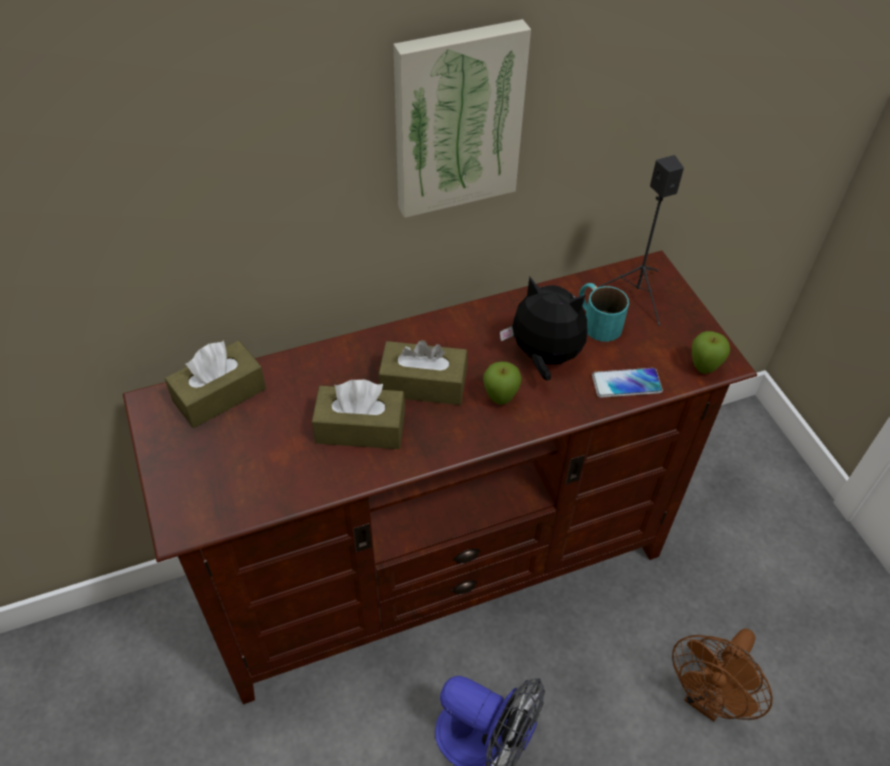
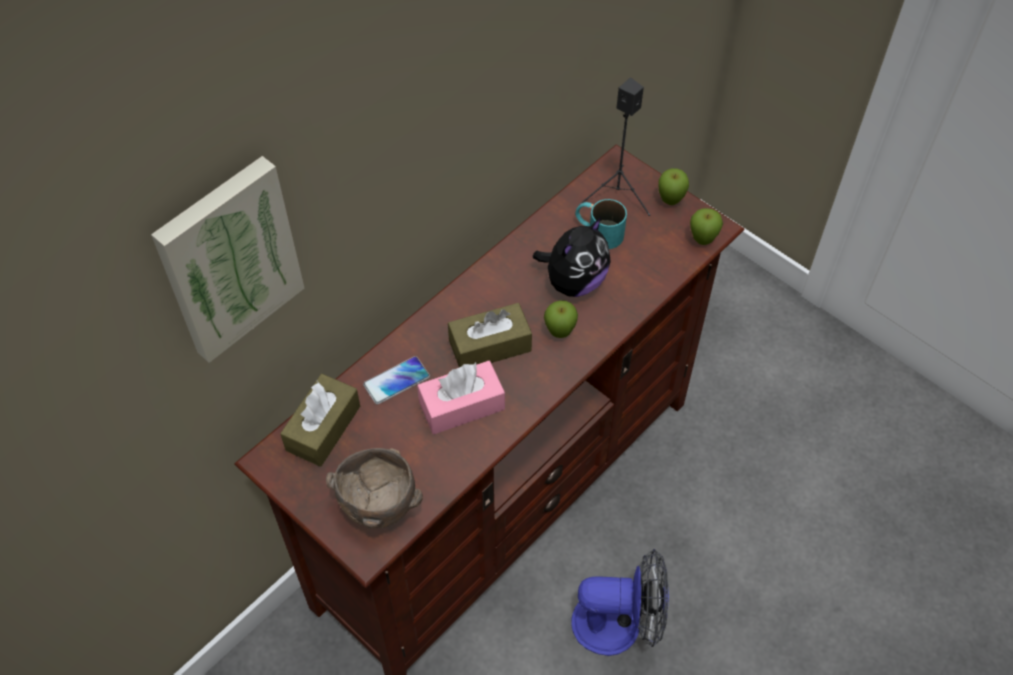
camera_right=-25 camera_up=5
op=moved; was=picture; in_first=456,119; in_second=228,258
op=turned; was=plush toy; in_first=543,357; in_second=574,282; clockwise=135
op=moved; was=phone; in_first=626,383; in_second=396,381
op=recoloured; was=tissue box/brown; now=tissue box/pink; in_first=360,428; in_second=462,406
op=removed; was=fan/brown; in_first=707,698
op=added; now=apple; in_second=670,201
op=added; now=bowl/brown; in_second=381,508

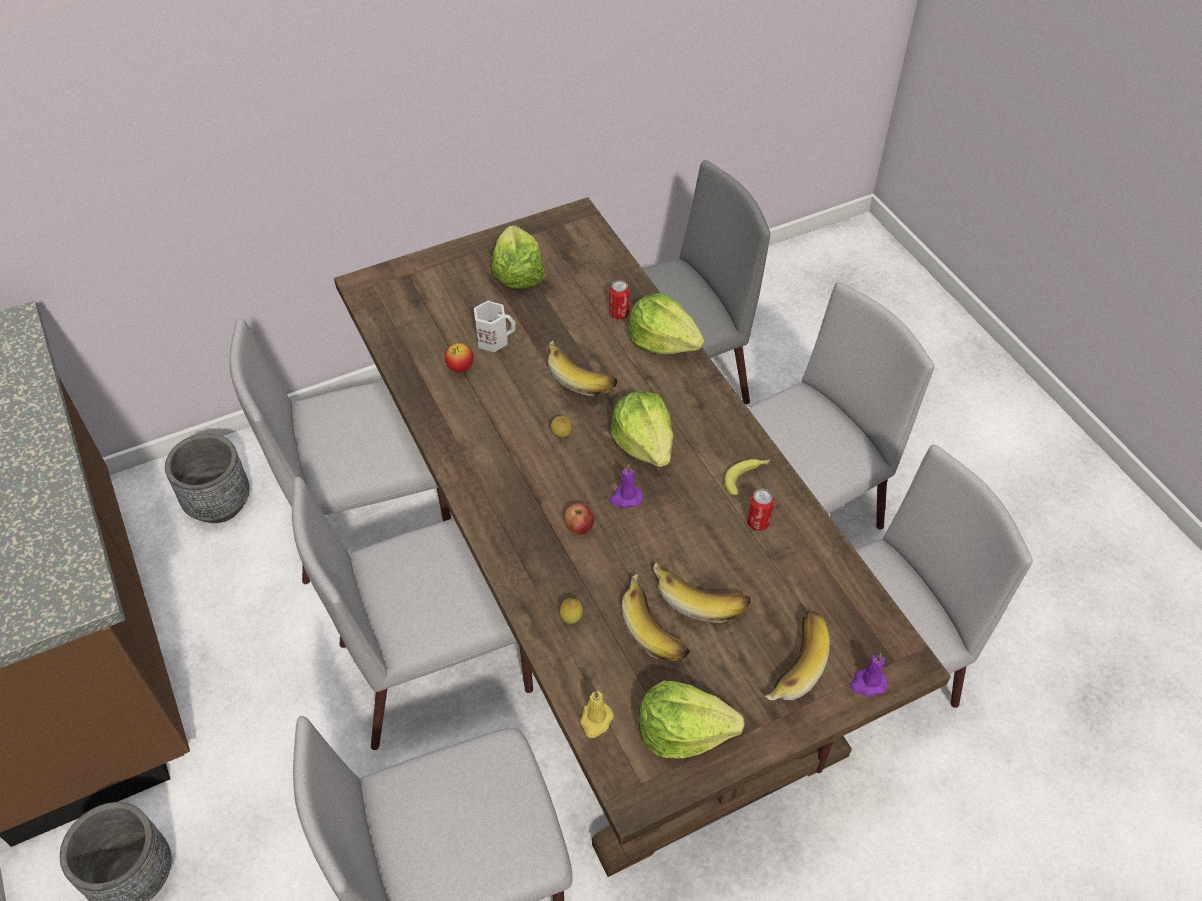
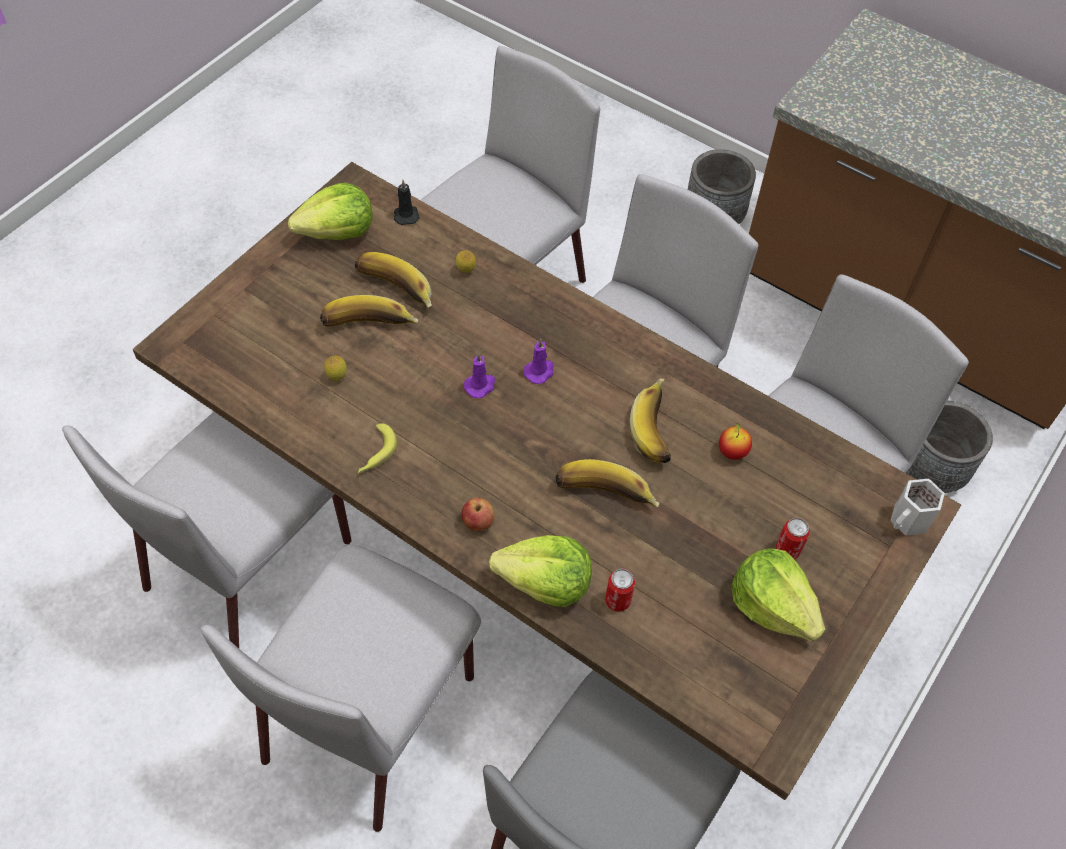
camera_right=150 camera_up=5
op=moved; was=mug/white; in_first=493,339; in_second=909,520
op=removed; was=lettuce; in_first=644,443
op=moved; was=lemon; in_first=561,436; in_second=337,377
op=moved; was=can; in_first=758,522; in_second=787,550
op=moved; was=apple; in_first=579,527; in_second=478,523
op=moved; was=banana; in_first=791,663; in_second=658,430
op=moved; was=candle/purple; in_first=867,683; in_second=540,371
op=recoloured; was=candle/yellow; now=candle/black; in_first=596,721; in_second=406,215

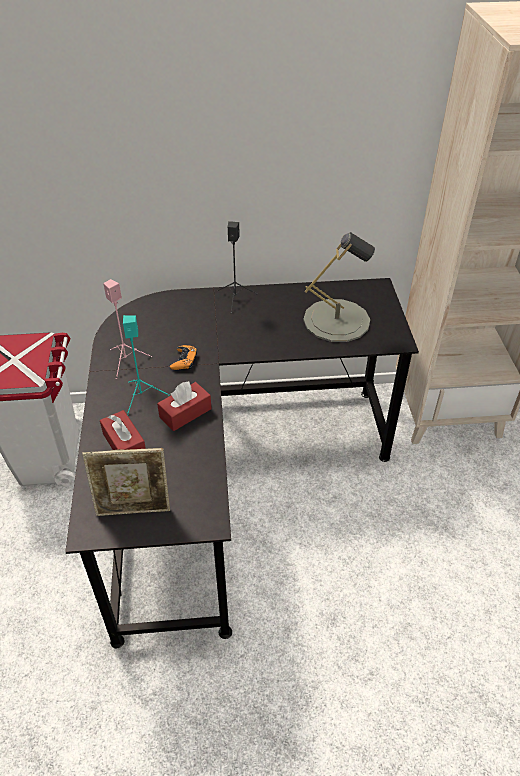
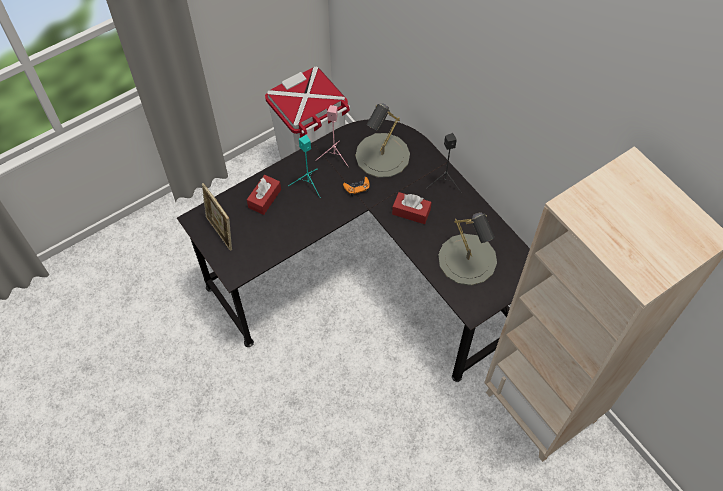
camera_right=60 camera_up=15
op=moved; was=tissue box/red; in_first=185,413; in_second=411,212
op=added; now=table lamp/grey; in_second=382,155

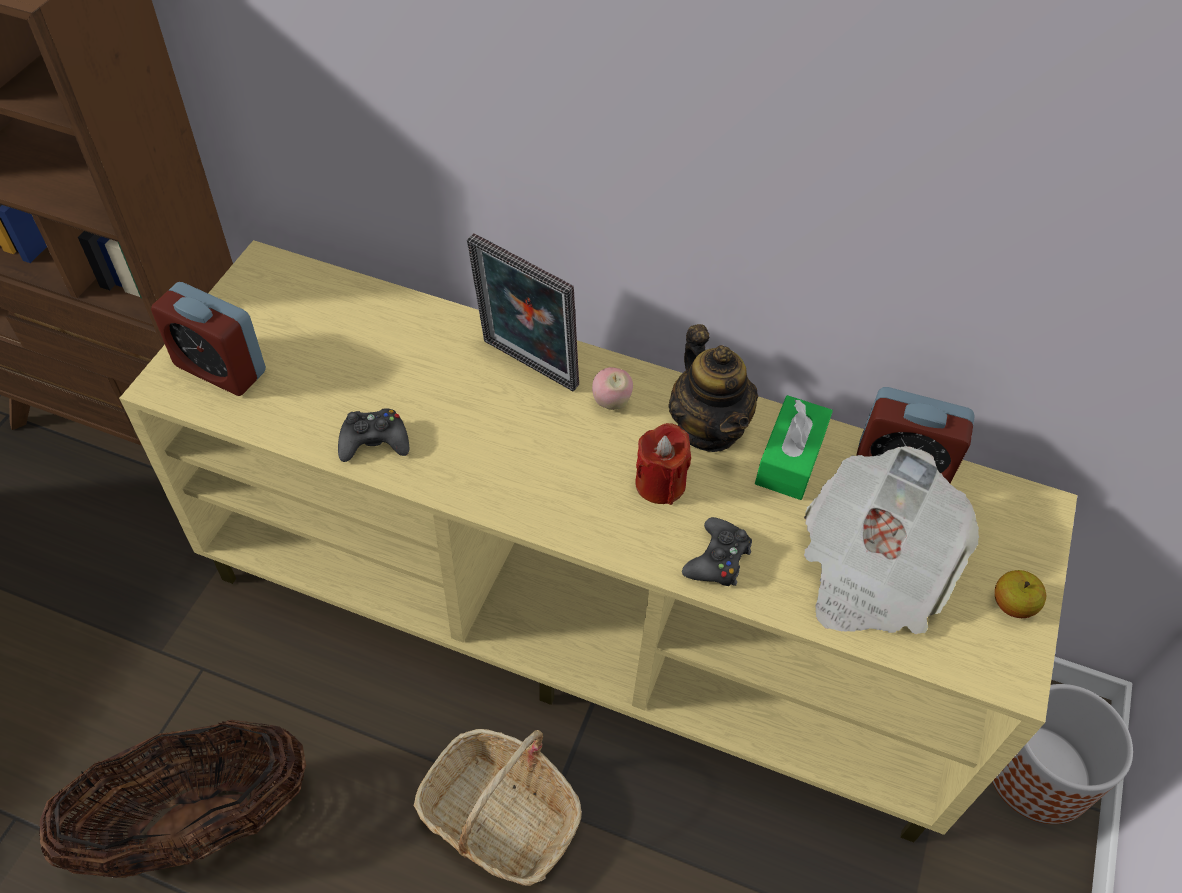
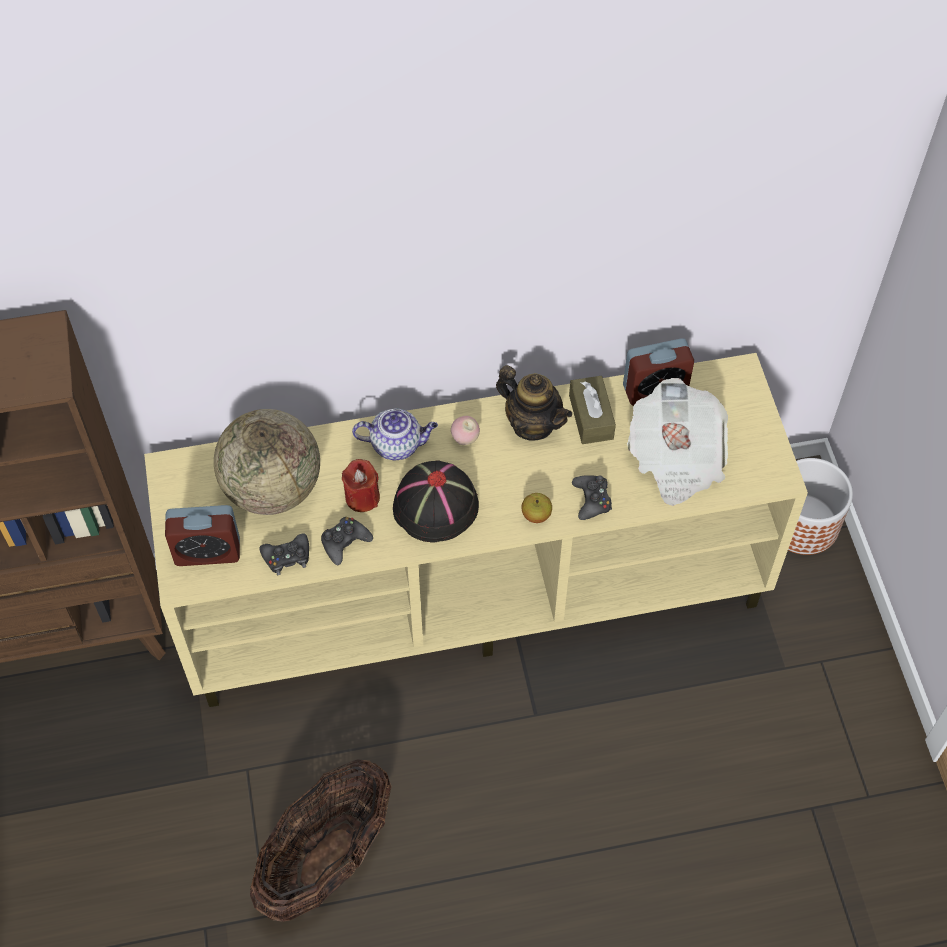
camera_right=-30 camera_up=5
op=replaced; was=picture frame; now=teapot; in_first=526,367; in_second=397,444
op=recoloured; was=tissue box/green; now=tissue box/brown; in_first=790,458; in_second=591,417
op=moved; was=candle/red; in_first=660,483; in_second=362,497
op=moved; was=apple; in_first=1012,605; in_second=536,515
op=removed; was=basket; in_first=500,816
op=added; now=globe; in_second=272,489
op=added; now=hat/black; in_second=435,506
op=added; now=game controller/black; in_second=287,557

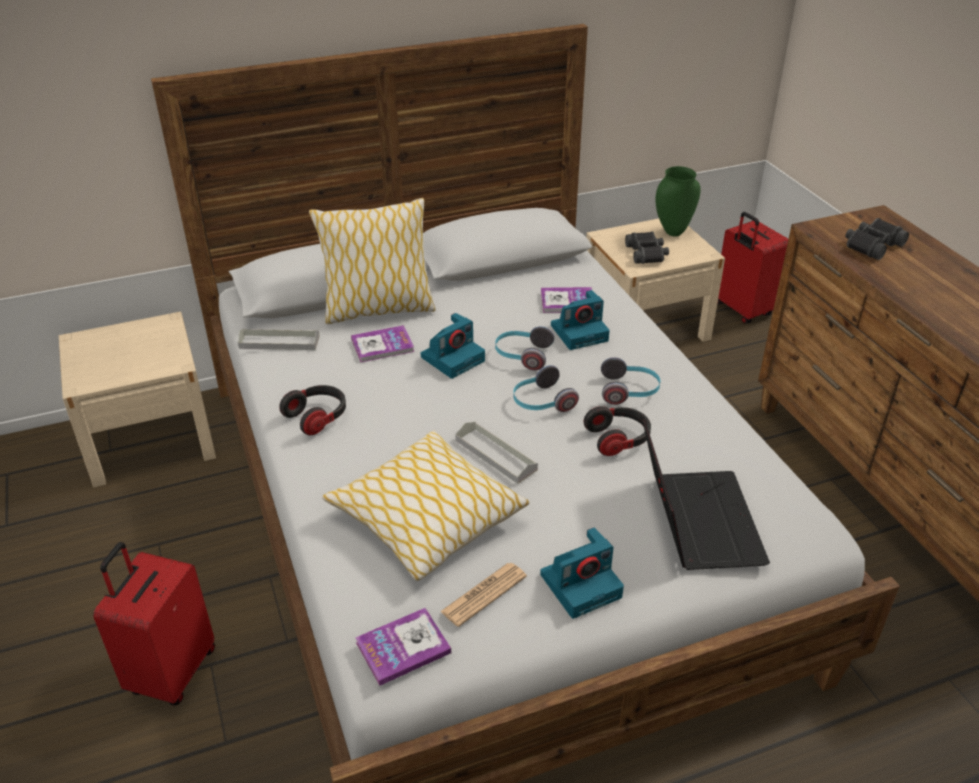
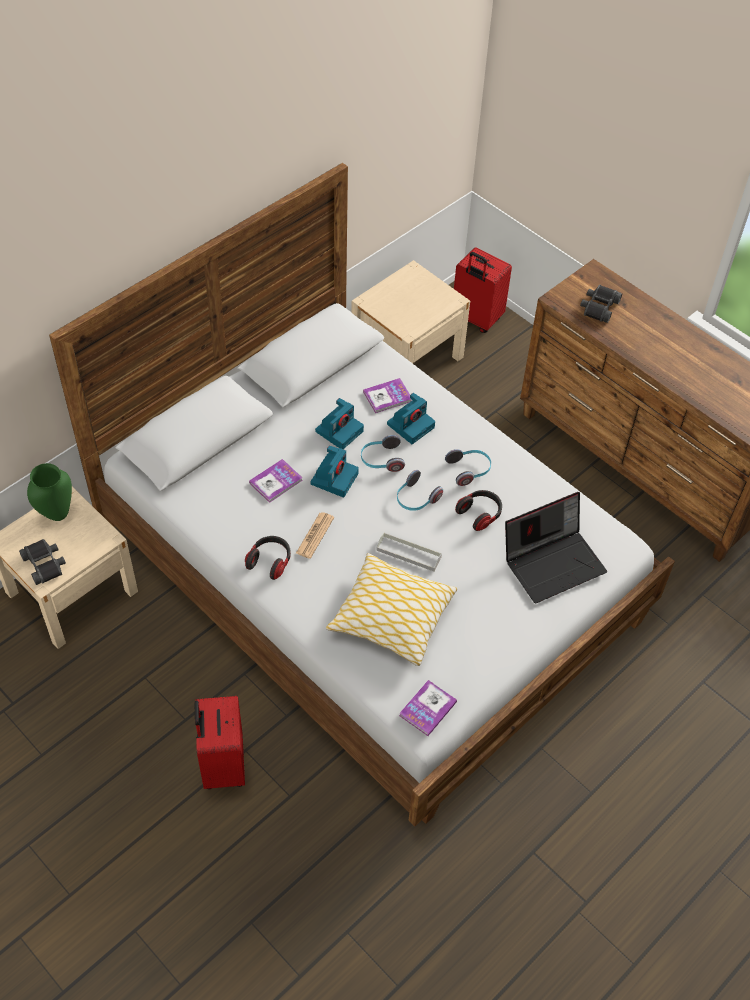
camera_right=-25 camera_up=15
op=moved; was=vase/green; in_first=672,232; in_second=56,513
op=removed; was=pillow; in_first=378,309
op=moved; was=binoculars/black; in_first=647,253; in_second=45,564
op=removed; was=tray/grey; in_first=279,342
op=turned; was=laptop; in_first=696,520; in_second=553,562; clockwise=90
op=moved; was=photo camera; in_first=582,584; in_second=339,430
op=moved; was=newspaper; in_first=484,594; in_second=315,535

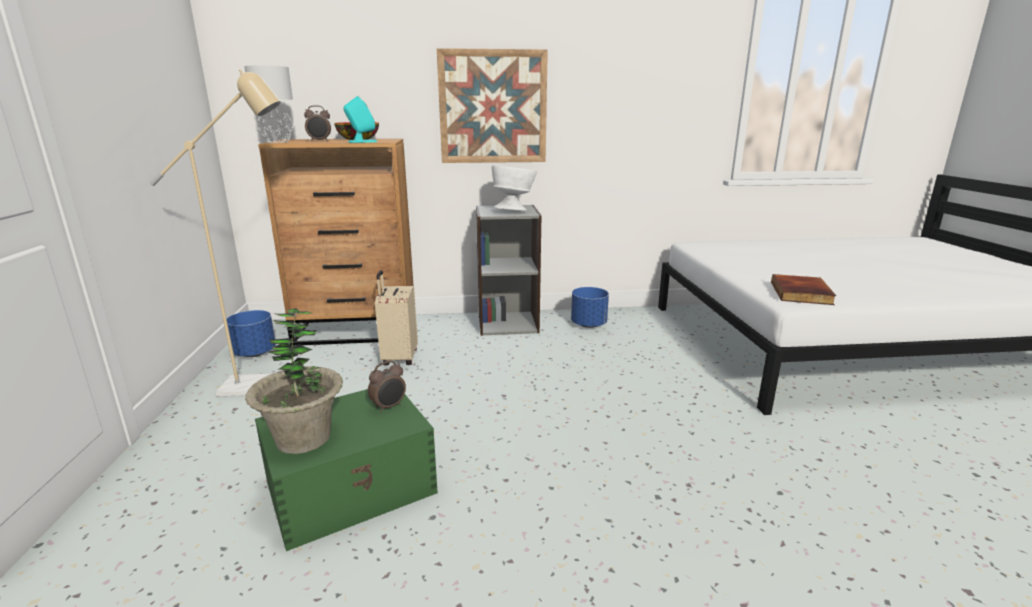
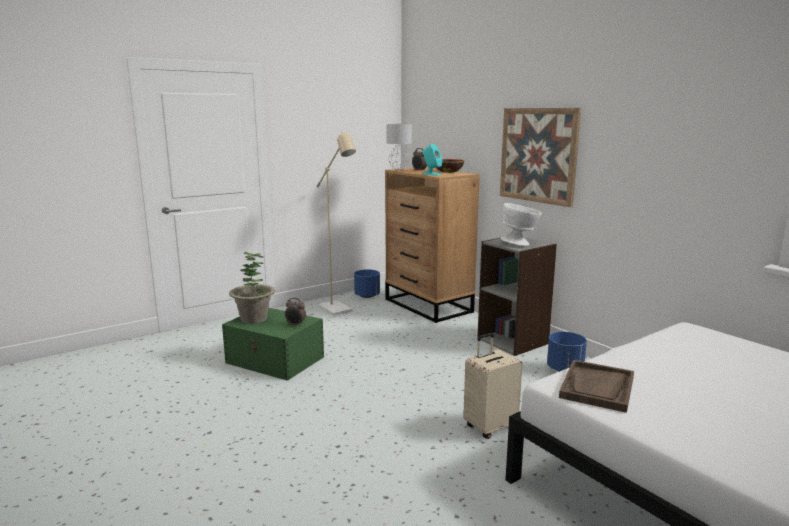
camera_right=60 camera_up=-5
op=moved; was=suitcase/beige; in_first=399,358; in_second=490,427
op=replaced; was=book; now=tray/brown; in_first=802,293; in_second=597,387

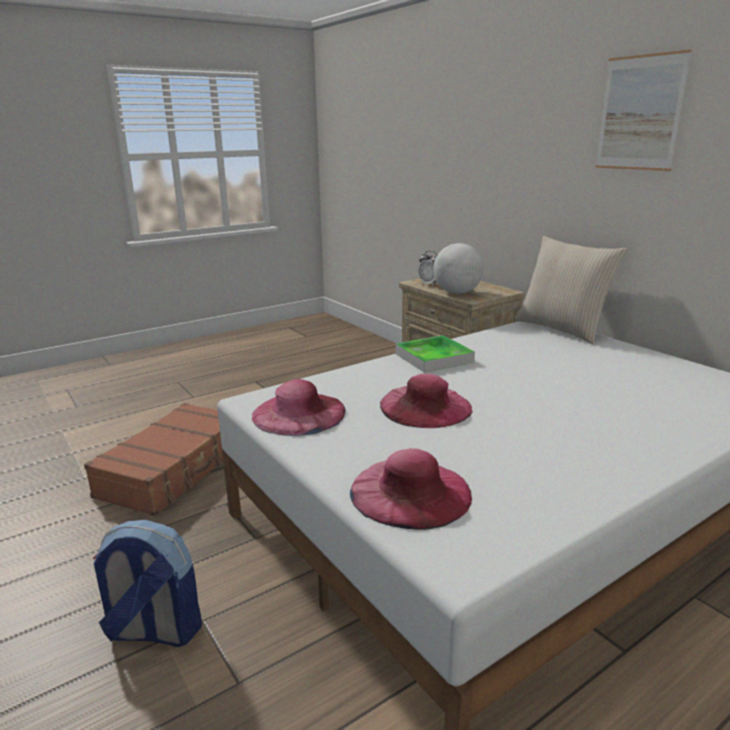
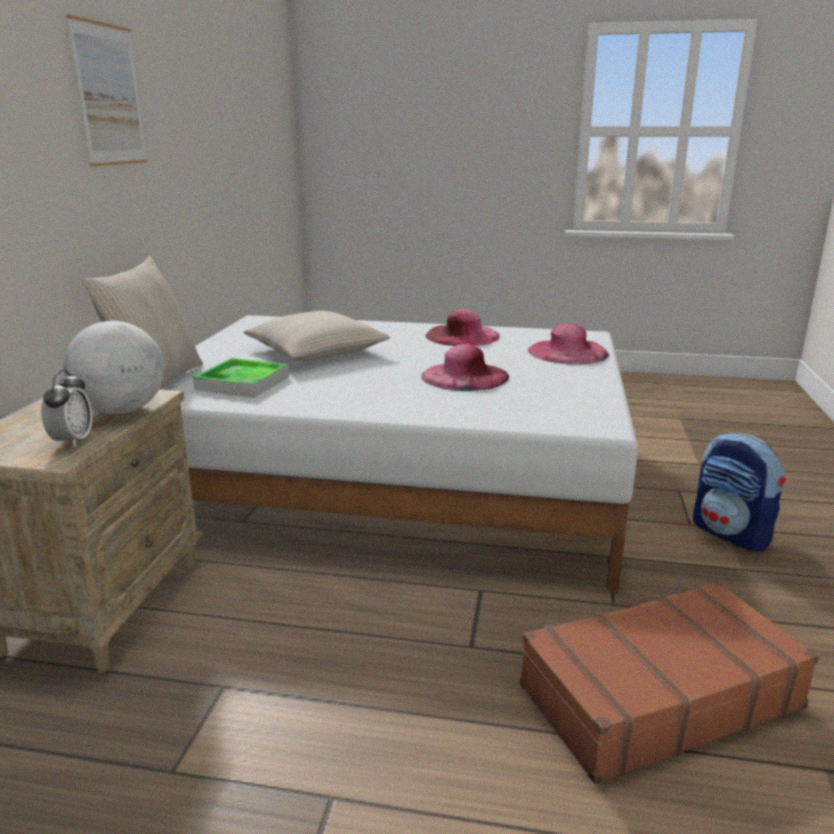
camera_right=-135 camera_up=0
op=moved; was=tray; in_first=434,358; in_second=242,383
op=moved; was=hat/pink; in_first=299,413; in_second=462,336
op=added; now=pillow/beige; in_second=316,351

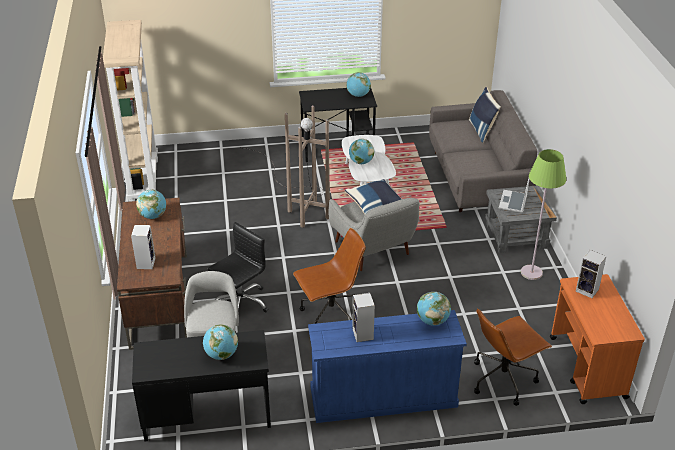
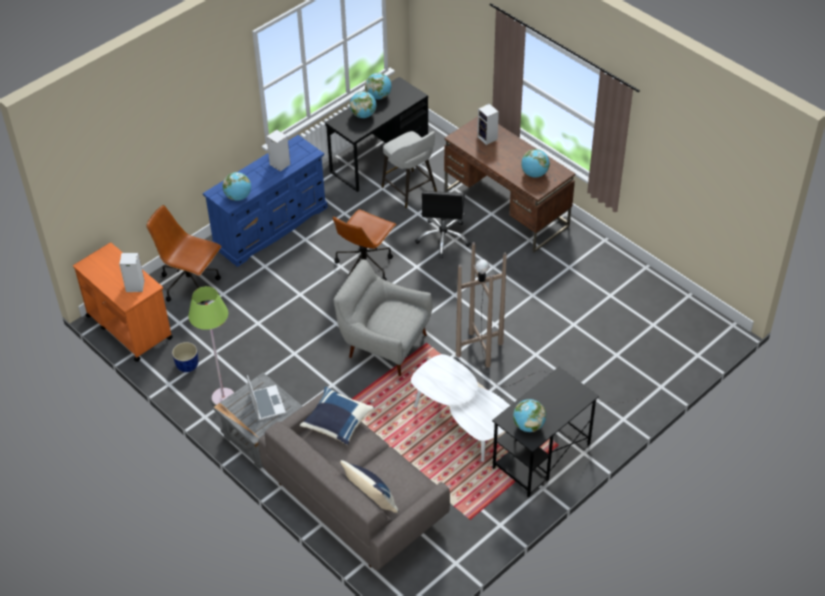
camera_right=145 camera_up=10
op=removed; was=bookcase/beige; in_first=143,181
op=moved; was=globe; in_first=361,162; in_second=378,96
op=moved; was=pillow/blue; in_first=375,205; in_second=337,423
op=turned; was=office chair/brown; in_first=503,379; in_second=191,284; clockwise=-90
op=added; now=planter/blue; in_second=187,365

